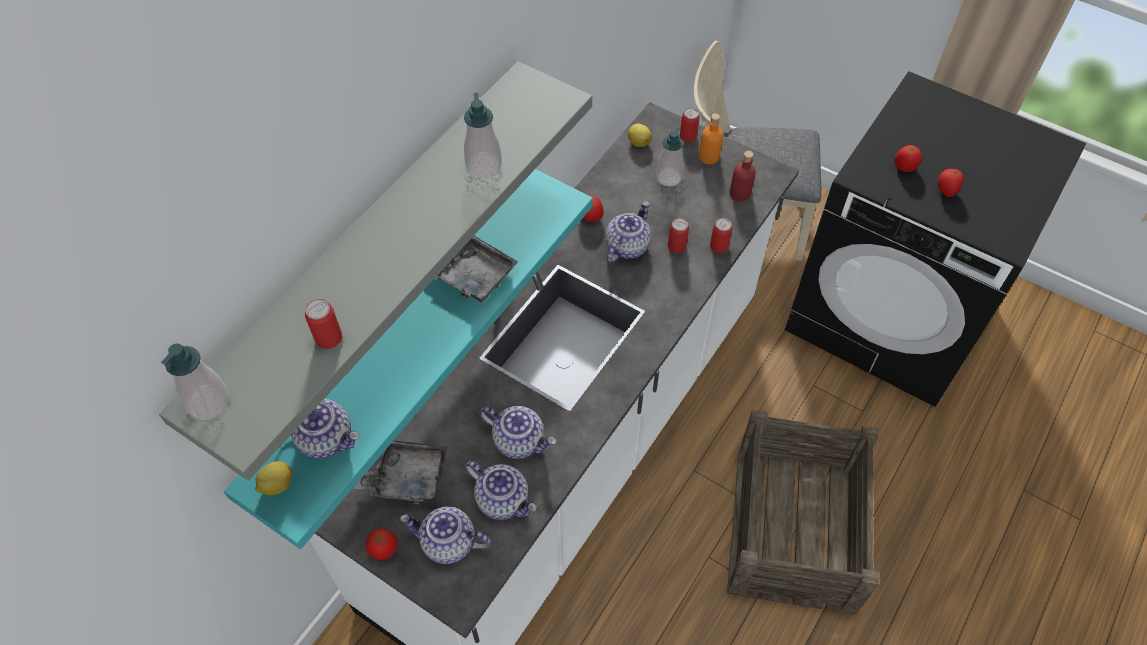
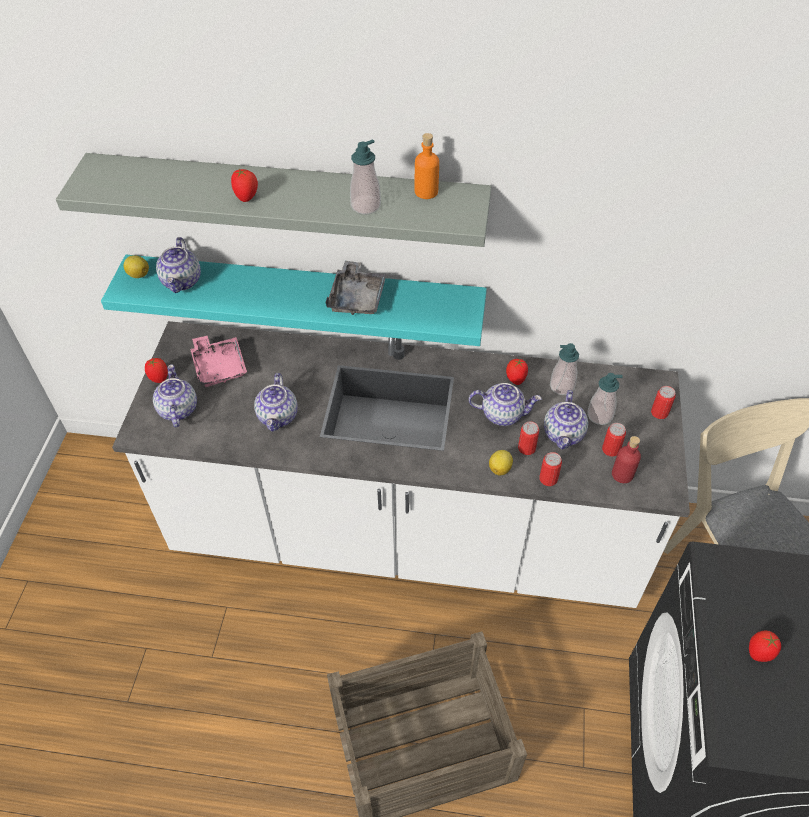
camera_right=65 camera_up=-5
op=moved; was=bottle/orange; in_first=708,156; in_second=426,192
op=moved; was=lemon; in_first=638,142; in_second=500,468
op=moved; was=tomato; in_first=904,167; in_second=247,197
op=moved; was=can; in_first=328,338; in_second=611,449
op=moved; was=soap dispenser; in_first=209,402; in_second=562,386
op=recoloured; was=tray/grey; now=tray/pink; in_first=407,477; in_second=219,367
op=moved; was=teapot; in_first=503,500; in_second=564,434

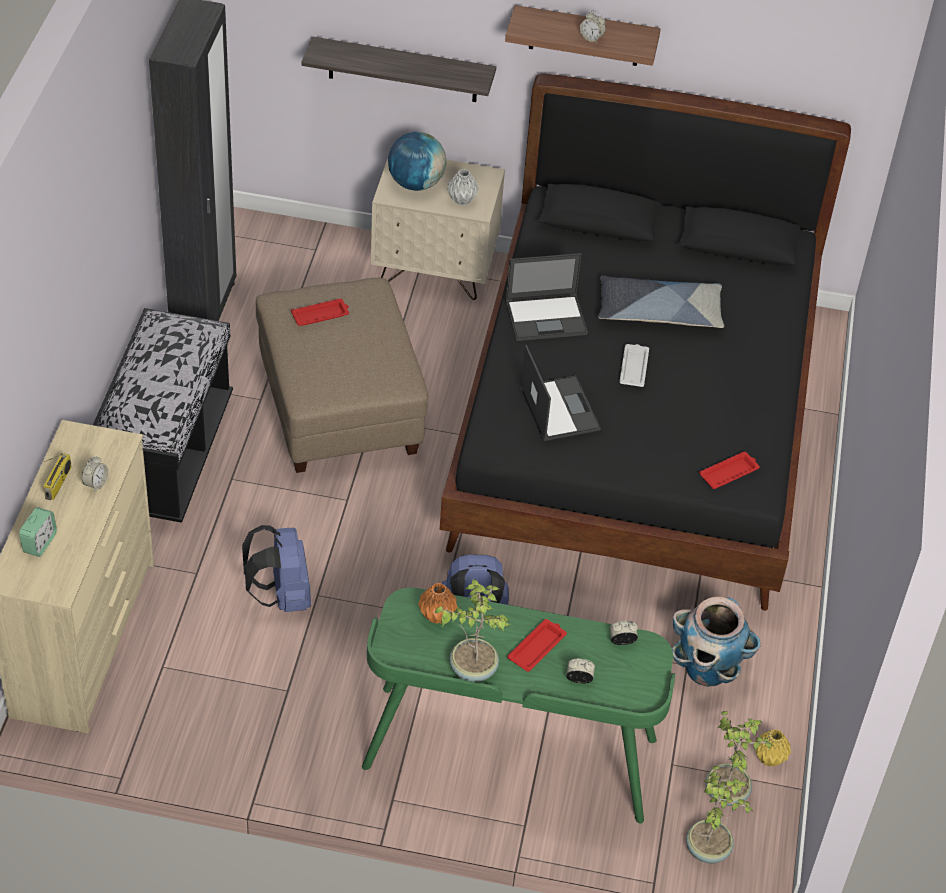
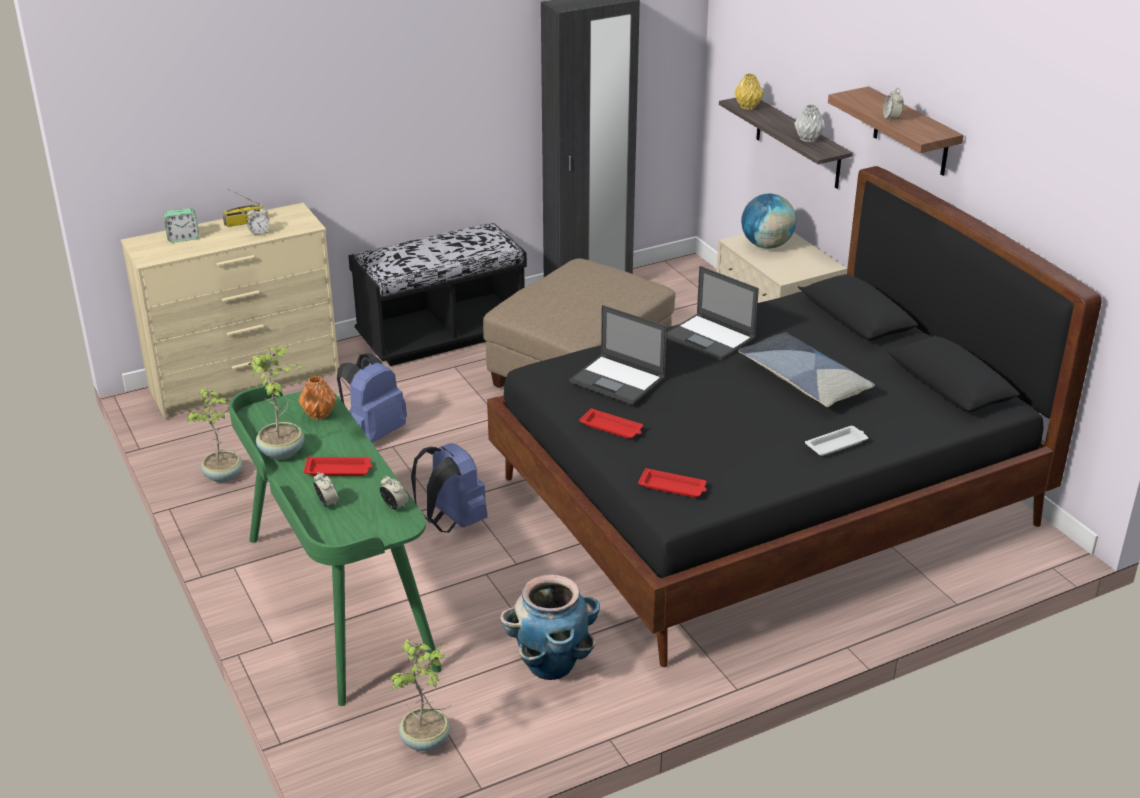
camera_right=55 camera_up=-15
op=moved; was=vase/grey; in_first=461,200; in_second=808,139
op=moved; was=tray/red; in_first=321,315; in_second=612,428
op=moved; was=tray/white; in_first=634,368; in_second=837,444
op=turned; was=laptop; in_first=558,408; in_second=618,380; clockwise=90
op=moved; was=vase/yellow; in_first=770,758; in_second=748,107
op=moved; was=potted plant; in_first=708,849; in_second=224,476

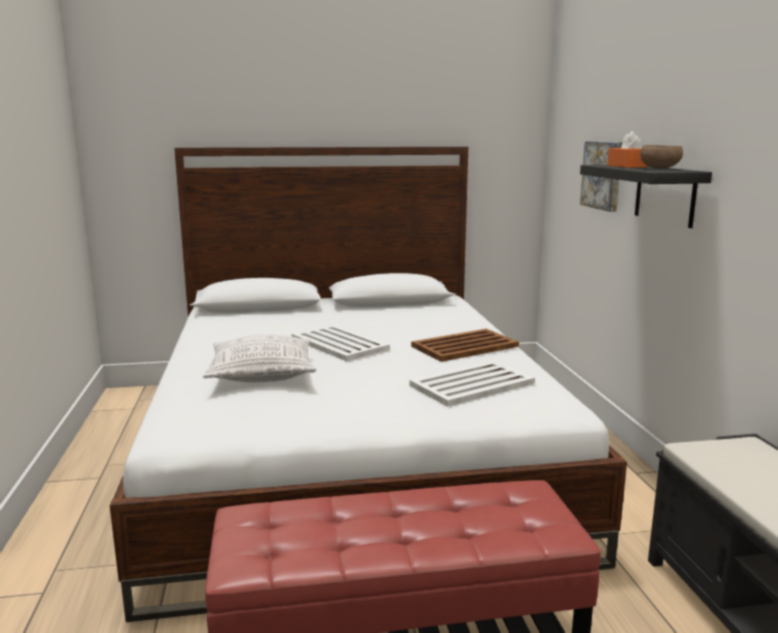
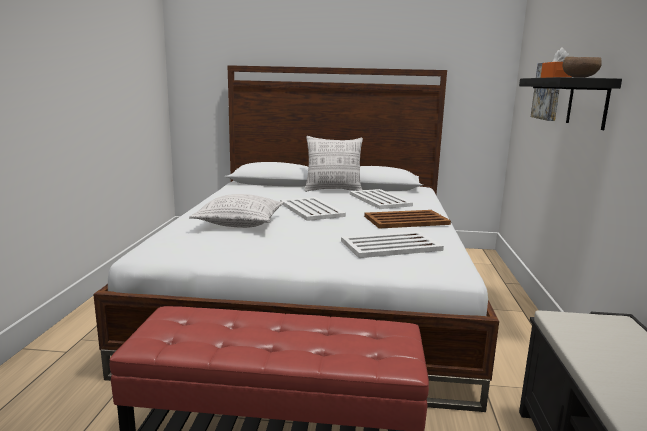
camera_right=15 camera_up=0
op=added; now=pillow; in_second=333,190
op=added; now=tray/white; in_second=379,200

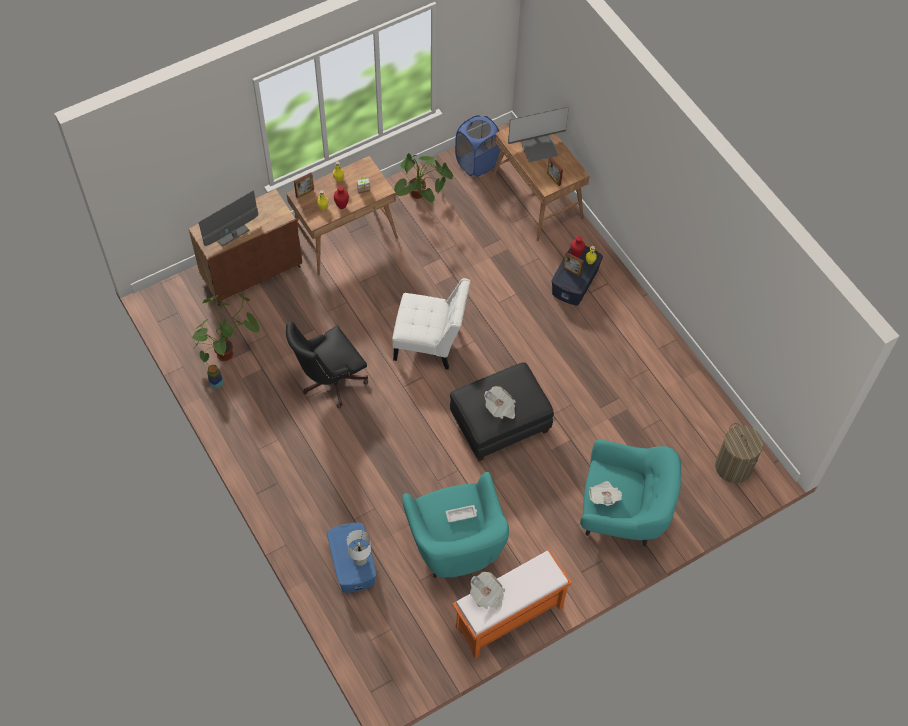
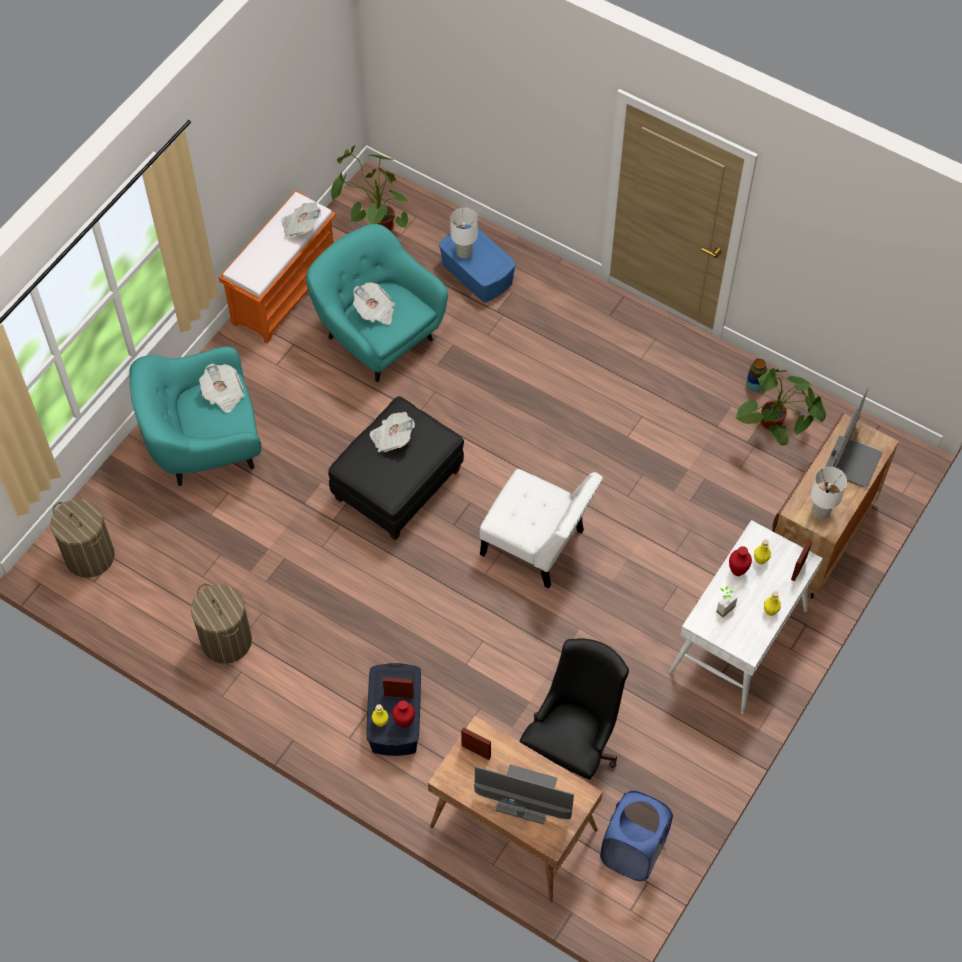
camera_right=155 camera_up=0
op=turned; was=monitor; in_first=538,147; in_second=525,796; clockwise=60
op=moved; was=potted plant; in_first=422,198; in_second=374,223
op=recoloured; was=desk/brown; now=desk/white; in_first=345,236; in_second=738,642
op=turned; was=chair/white; in_first=430,343; in_second=537,546; clockwise=-135
op=moved; was=office chair/black; in_first=329,381; in_second=572,748
op=replaced; was=tray/white; now=newspaper; in_first=461,514; in_second=375,311
op=added; now=table lamp/white; in_second=820,511
op=added; now=laundry basket; in_second=226,641

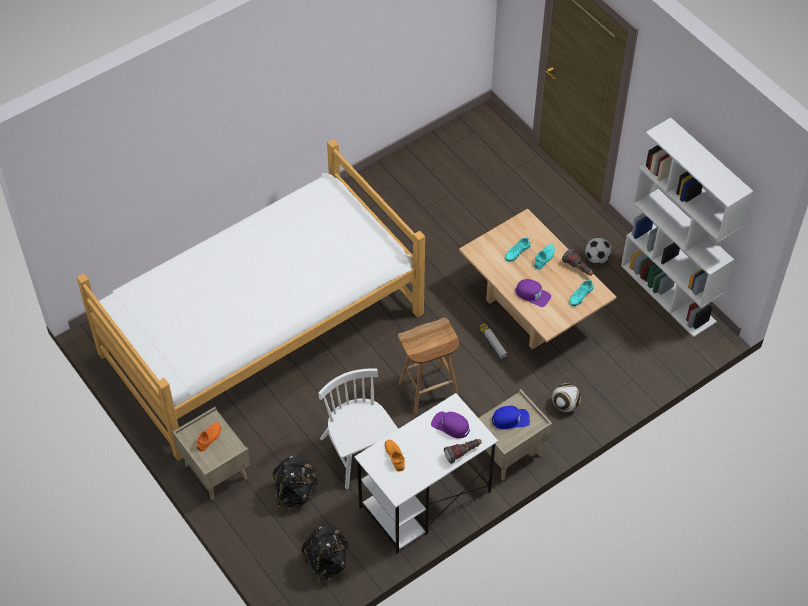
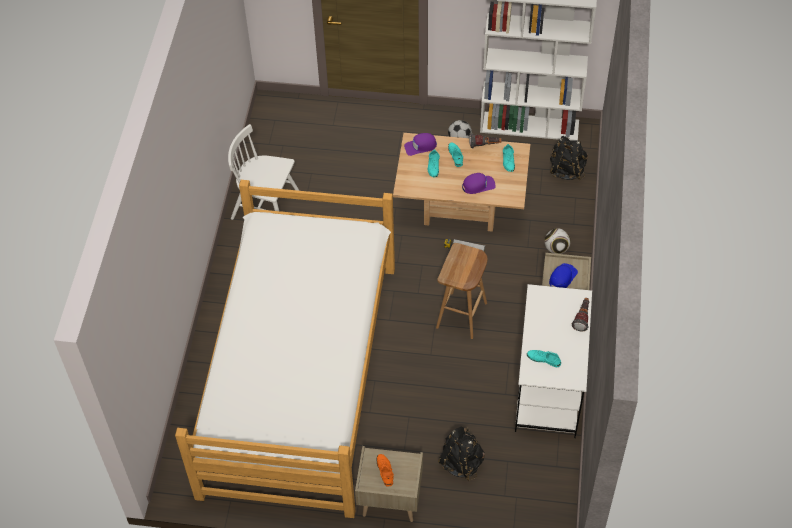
camera_right=-45 camera_up=0
op=moved; was=chair/white; in_first=360,452; in_second=266,206
op=moved; was=cap/purple; in_first=450,426; in_second=420,146
op=recoloured; was=shoe/orange; now=shoe/turquoise; in_first=395,456; in_second=543,359
op=moved; was=backpack/black; in_first=327,562; in_second=566,170

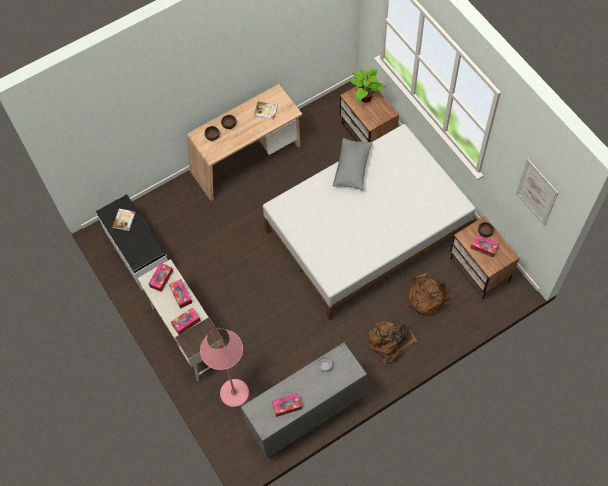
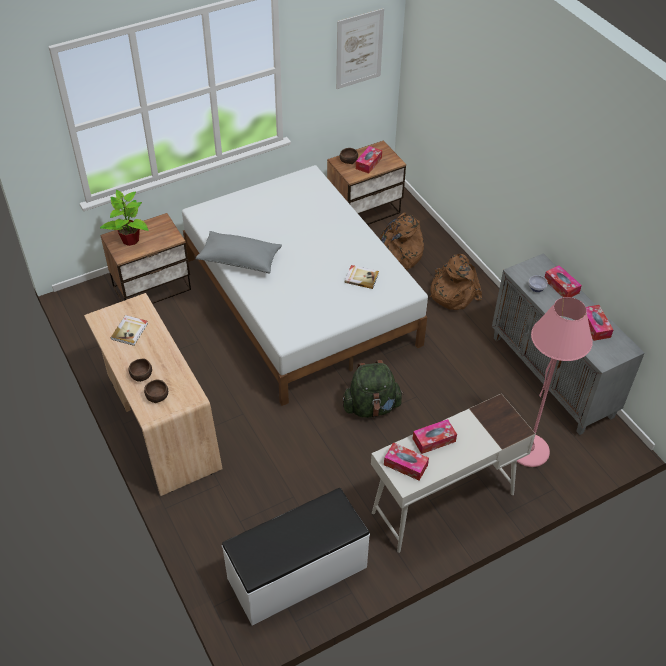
camera_right=-90 camera_up=-15
op=moved; was=book; in_first=124,220; in_second=361,278
op=moved; was=tissue box; in_first=186,322; in_second=561,286
op=added; now=backpack/green; in_second=371,407

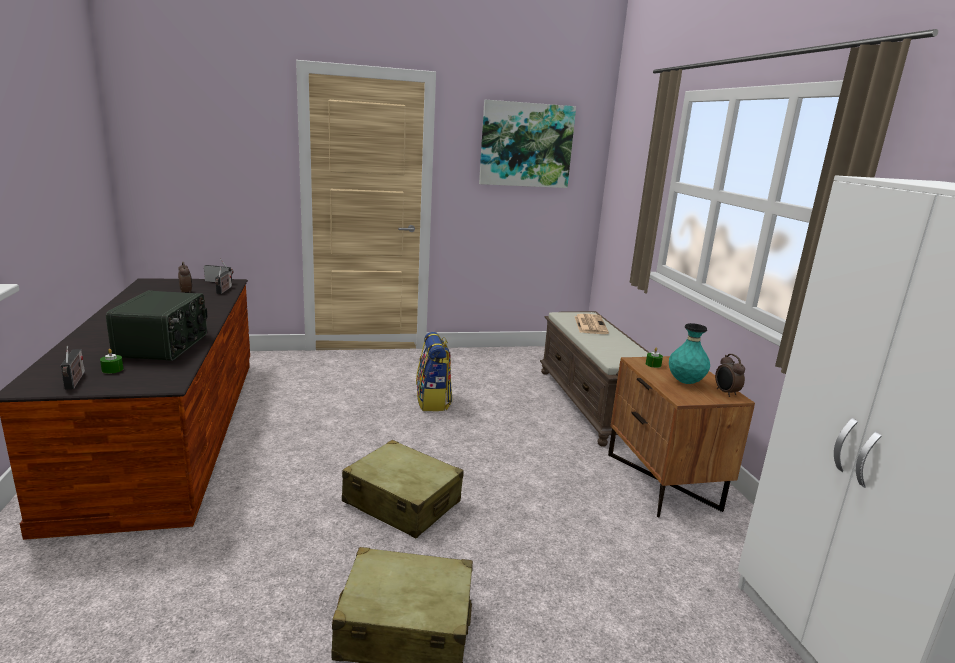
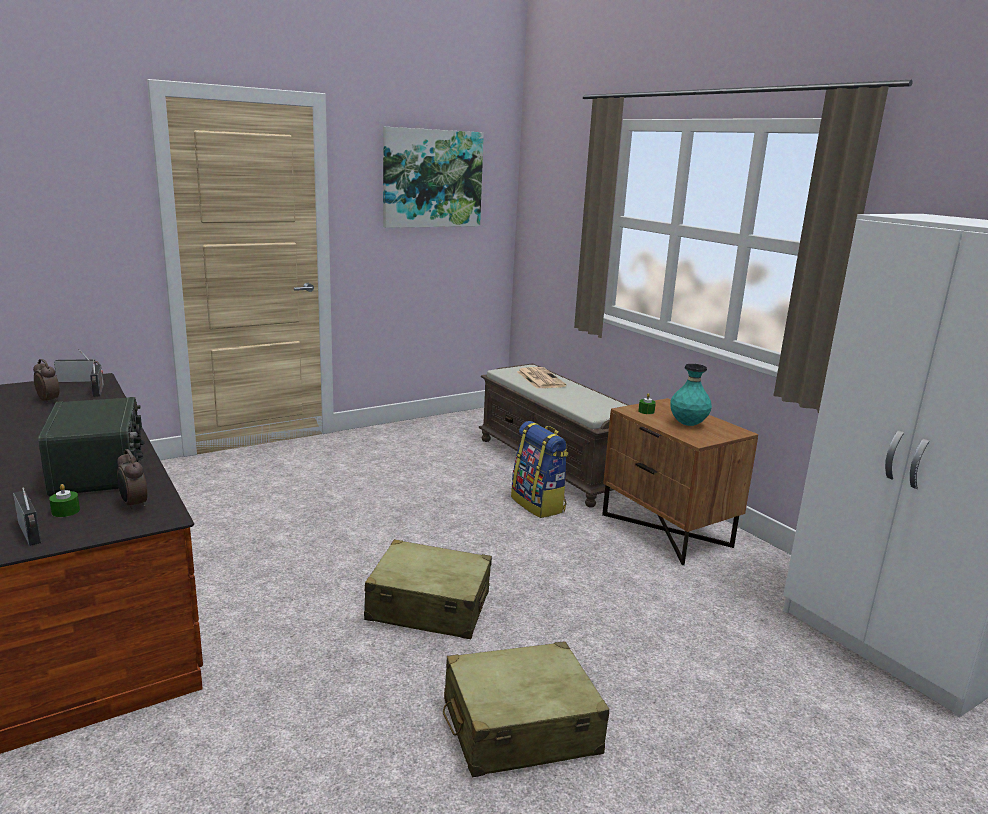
camera_right=-20 camera_up=0
op=moved; was=backpack; in_first=433,401; in_second=539,504
op=moved; was=alarm clock; in_first=726,393; in_second=133,505

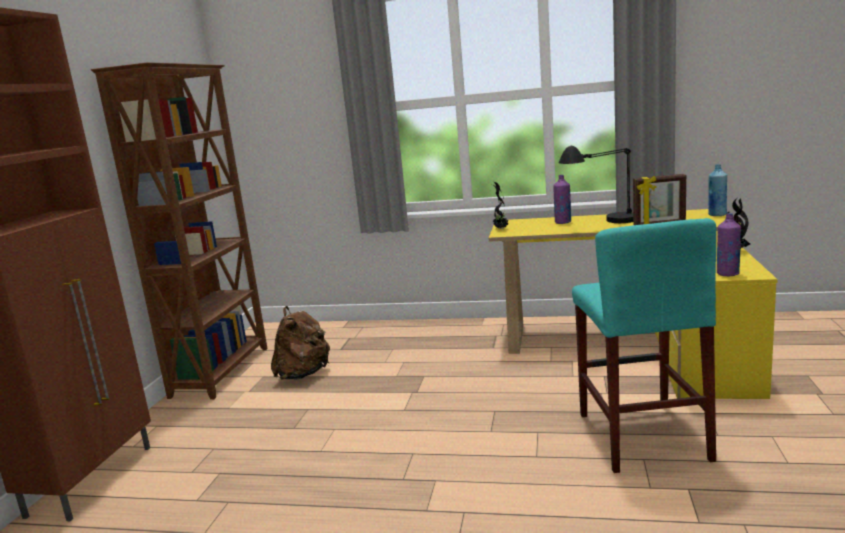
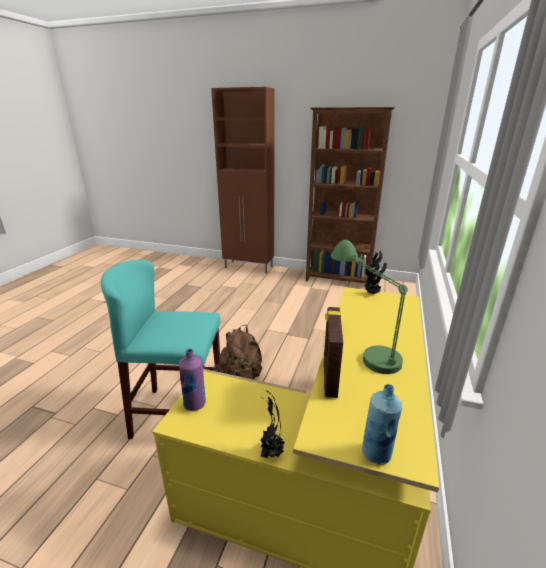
camera_right=95 camera_up=10
op=recoloured; was=table lamp/black; now=table lamp/green; in_first=602,225; in_second=361,343
op=removed; was=bottle/purple; in_first=563,222
op=moved; was=backpack/brown; in_first=303,374; in_second=241,377

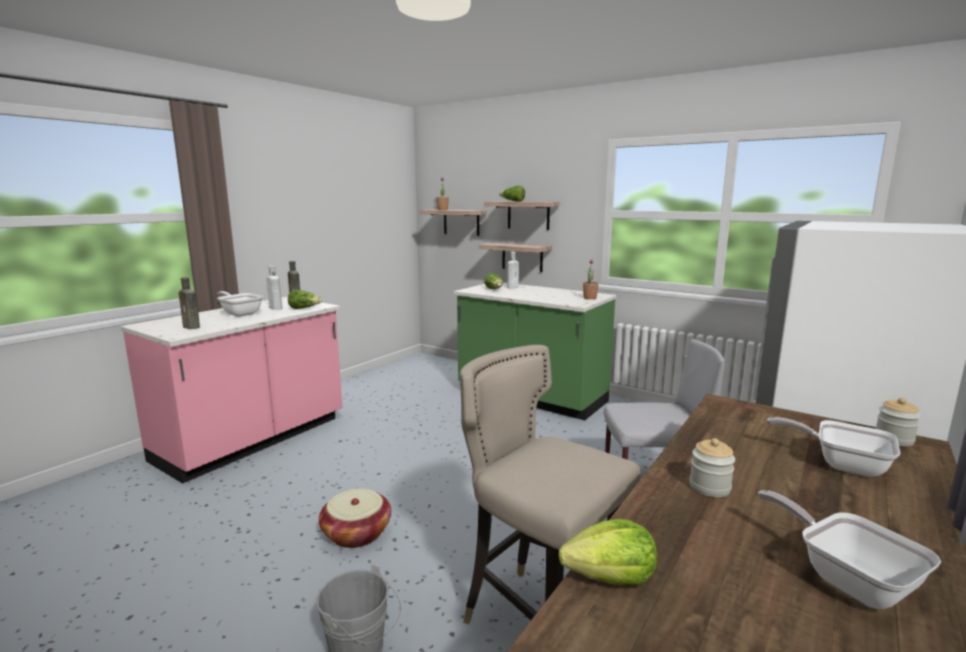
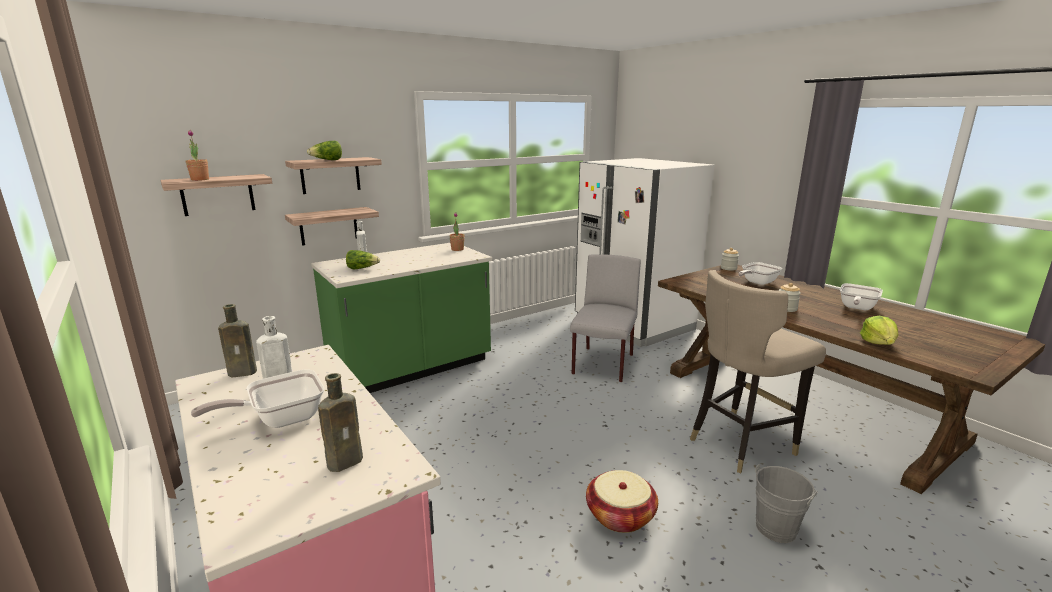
camera_right=-70 camera_up=5
op=removed; was=lettuce; in_first=304,308
op=turned; was=frying pan; in_first=847,578; in_second=856,308; clockwise=-45

